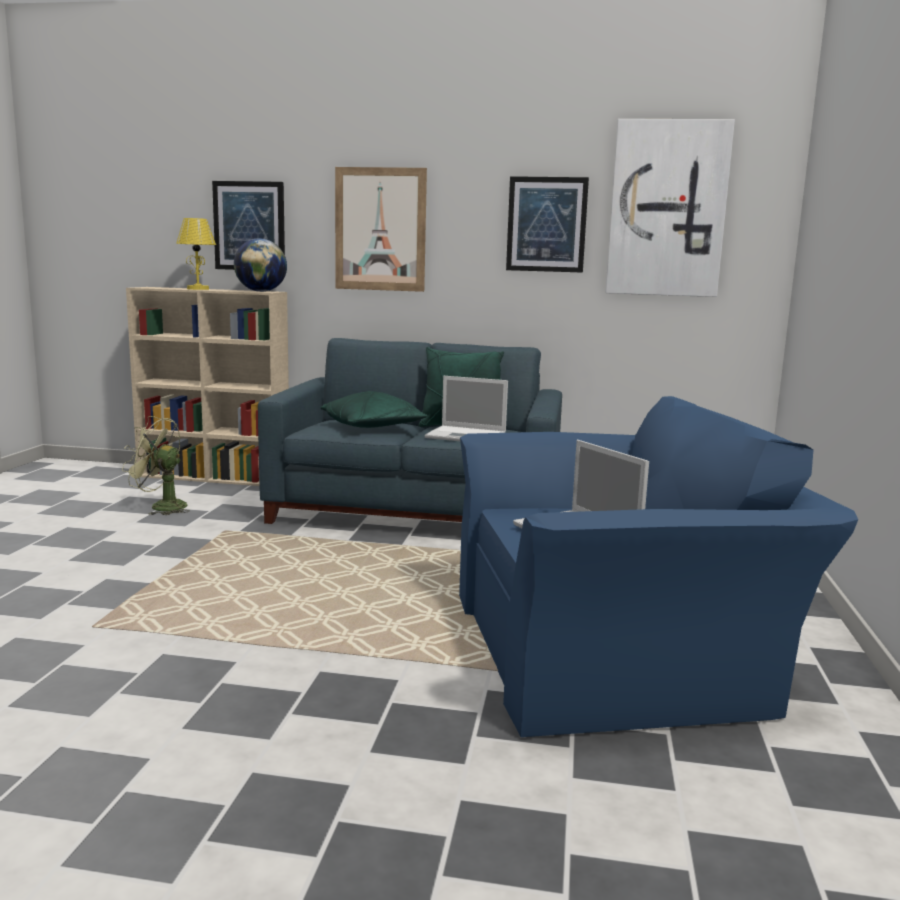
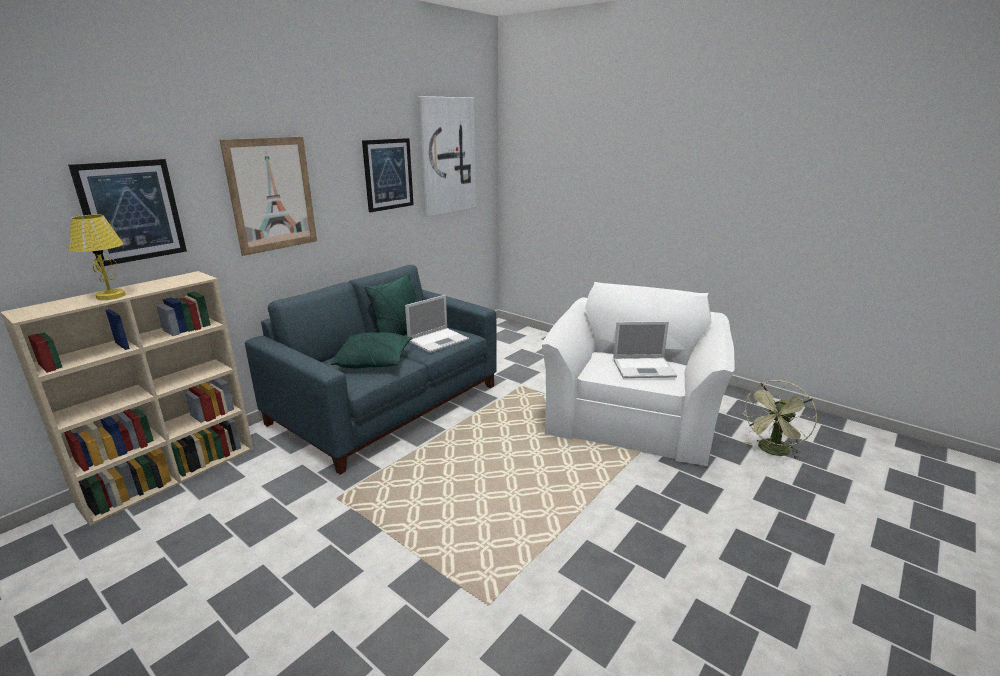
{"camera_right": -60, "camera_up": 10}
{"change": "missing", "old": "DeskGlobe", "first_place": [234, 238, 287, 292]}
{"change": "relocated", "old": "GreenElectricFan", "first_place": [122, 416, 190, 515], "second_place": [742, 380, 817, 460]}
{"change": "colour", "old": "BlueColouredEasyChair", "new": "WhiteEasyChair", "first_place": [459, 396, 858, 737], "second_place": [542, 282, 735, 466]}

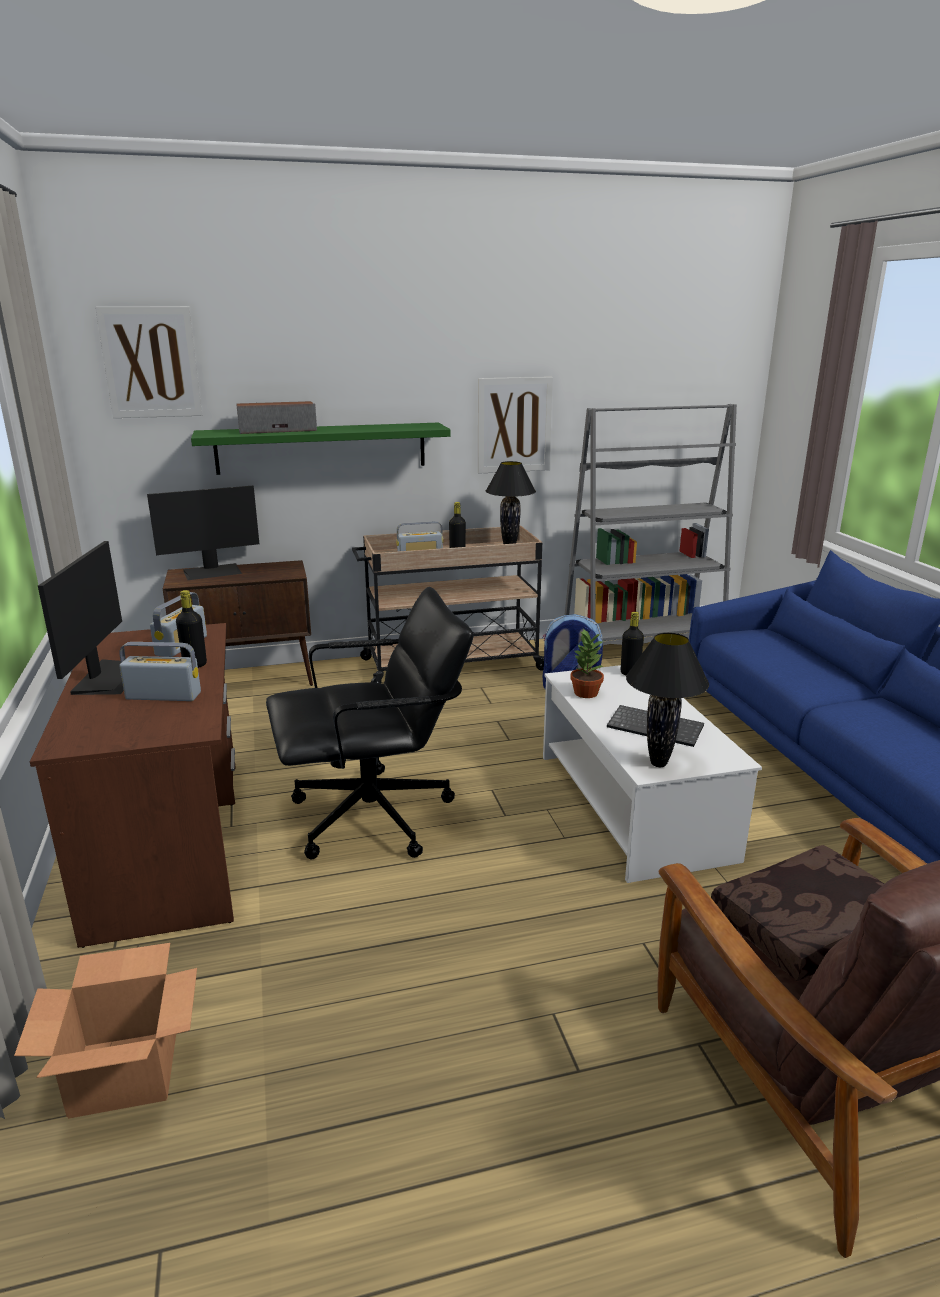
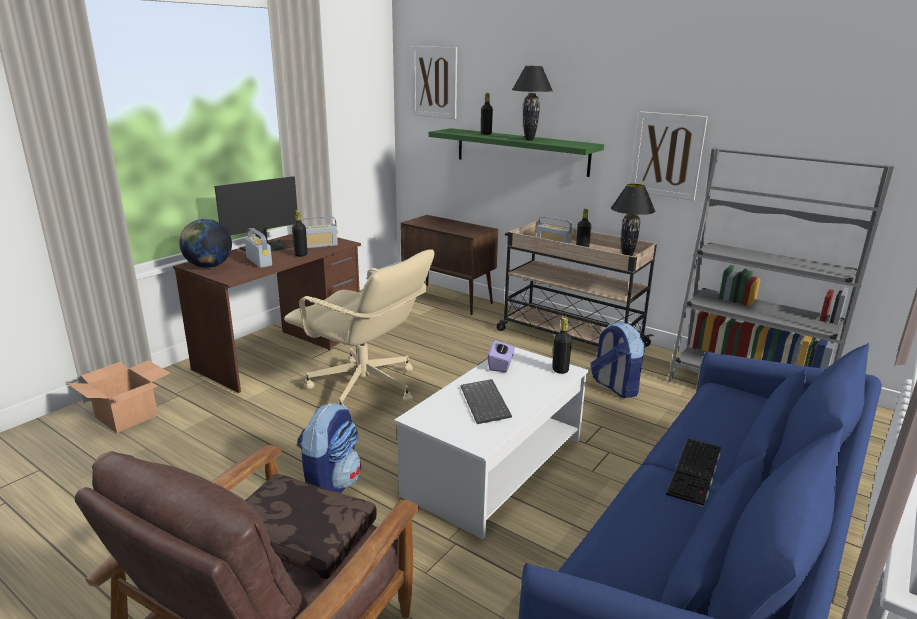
{"camera_right": 50, "camera_up": 0}
{"change": "missing", "old": "Monitor", "first_place": [147, 486, 259, 580]}
{"change": "appeared", "new": "DeskGlobe", "second_place": [179, 219, 232, 268]}
{"change": "appeared", "new": "Backpack", "second_place": [297, 403, 361, 493]}
{"change": "appeared", "new": "PcKeyboard", "second_place": [666, 439, 721, 507]}
{"change": "relocated", "old": "BlackishLampForATable", "first_place": [626, 633, 709, 767], "second_place": [512, 66, 553, 140]}
{"change": "exchanged", "old": "Speaker", "new": "BlackishBeverageBottle", "first_place": [236, 401, 317, 434], "second_place": [481, 93, 493, 135]}
{"change": "exchanged", "old": "PottedPlant", "new": "PurplishTissueBox", "first_place": [570, 628, 604, 698], "second_place": [488, 340, 515, 372]}
{"change": "colour", "old": "BlackishDeskChair", "new": "SandColouredDeskChair", "first_place": [266, 587, 473, 859], "second_place": [284, 250, 434, 408]}

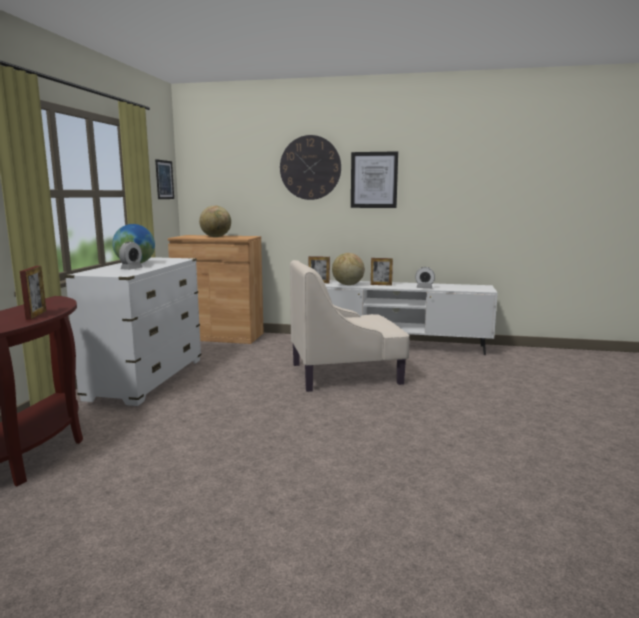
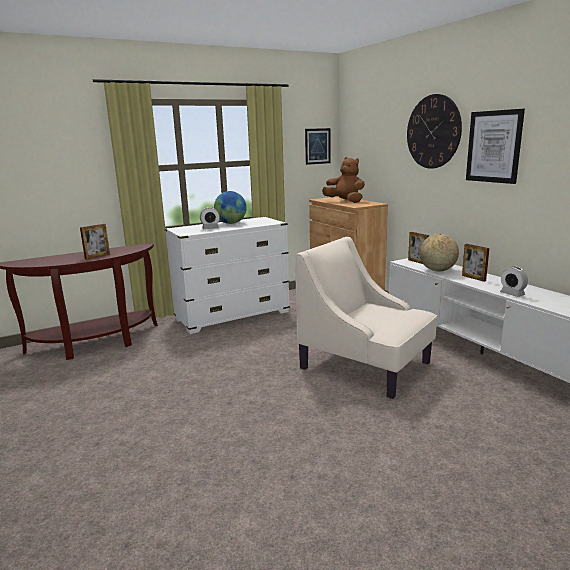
{"camera_right": 50, "camera_up": 5}
{"change": "exchanged", "old": "DeskGlobe", "new": "BrownishSoftToy", "first_place": [199, 206, 231, 237], "second_place": [322, 157, 365, 203]}

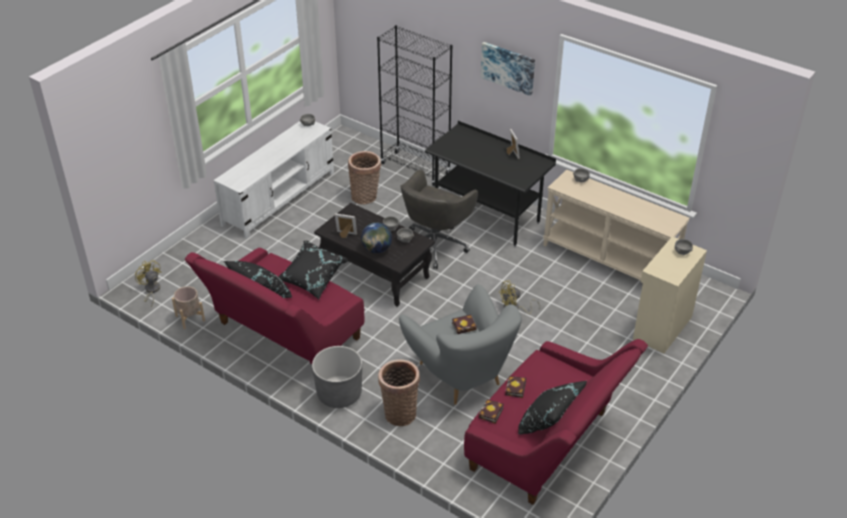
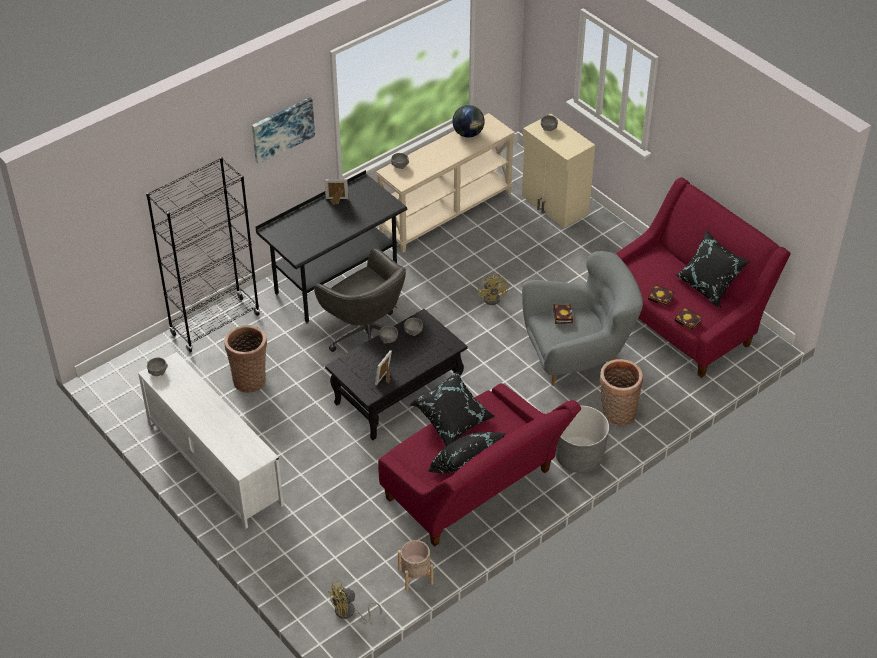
{"camera_right": -75, "camera_up": 5}
{"change": "relocated", "old": "DeskGlobe", "first_place": [361, 222, 392, 253], "second_place": [452, 105, 485, 138]}

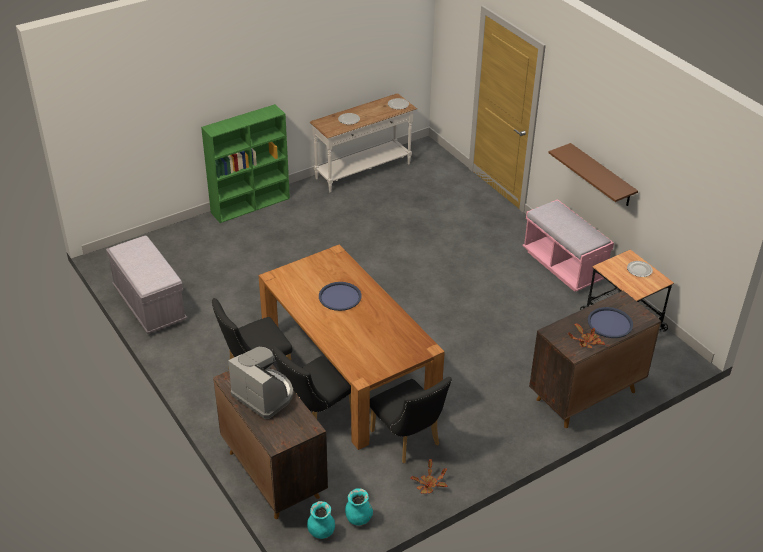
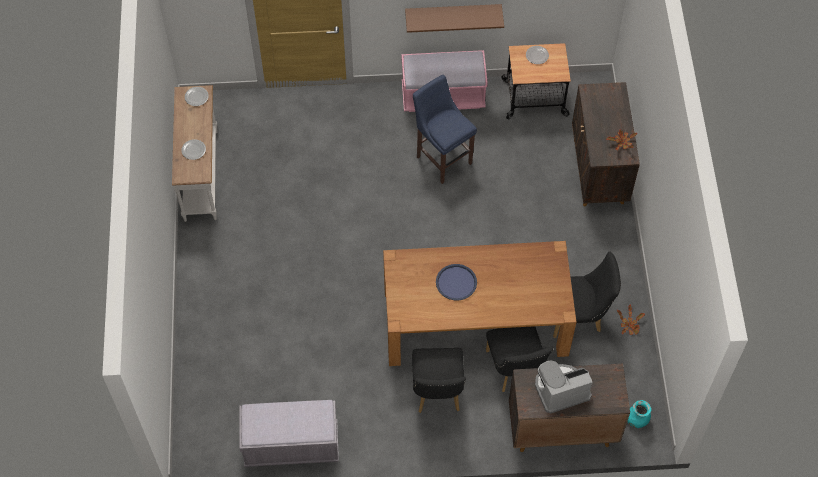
{"camera_right": -60, "camera_up": 20}
{"change": "missing", "old": "GreenShelvingUnit", "first_place": [201, 104, 290, 223]}
{"change": "missing", "old": "TurquoiseDecorativeVase", "first_place": [345, 488, 373, 525]}
{"change": "missing", "old": "BlueColouredTray", "first_place": [588, 307, 633, 338]}
{"change": "appeared", "new": "BlueColouredStool", "second_place": [413, 75, 477, 184]}

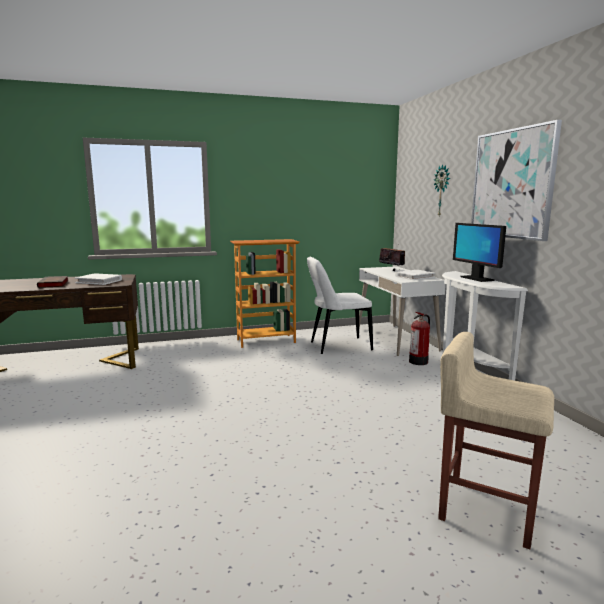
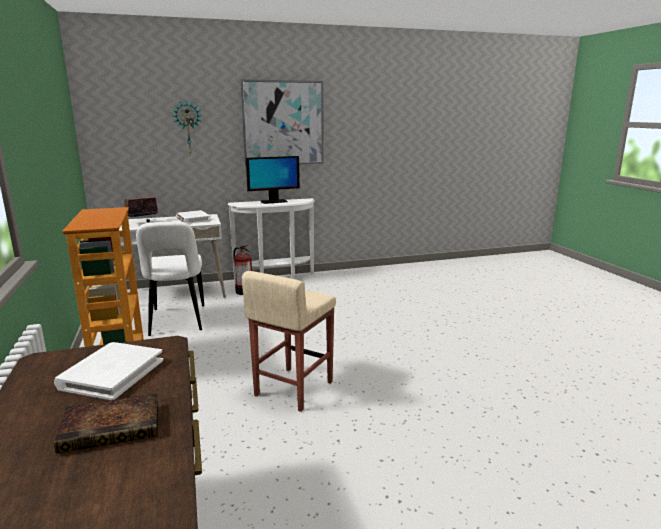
{"camera_right": -90, "camera_up": 5}
{"change": "relocated", "old": "SandColouredStool", "first_place": [438, 332, 554, 549], "second_place": [242, 271, 336, 412]}

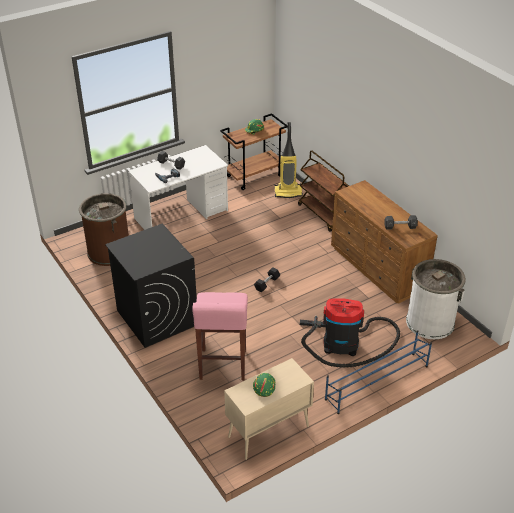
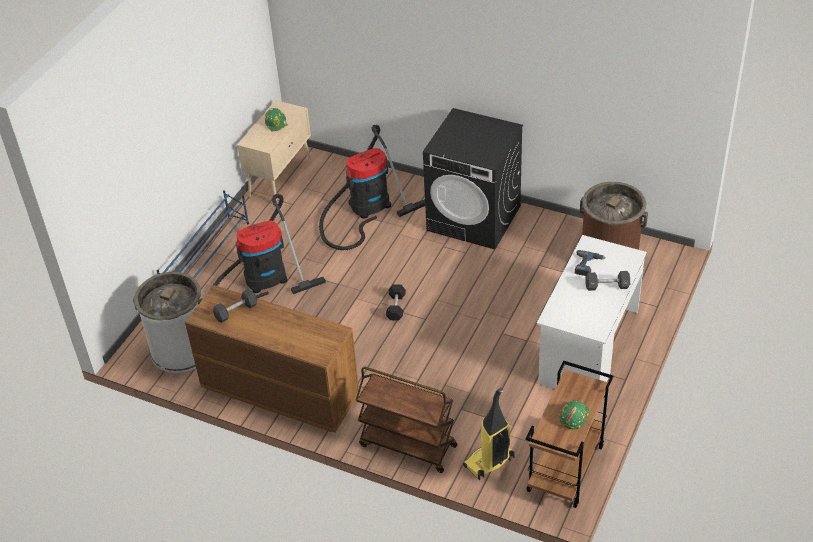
{"camera_right": 150, "camera_up": 5}
{"change": "exchanged", "old": "PinkColouredStool", "new": "VacuumCleaner", "first_place": [192, 292, 248, 380], "second_place": [319, 125, 425, 250]}

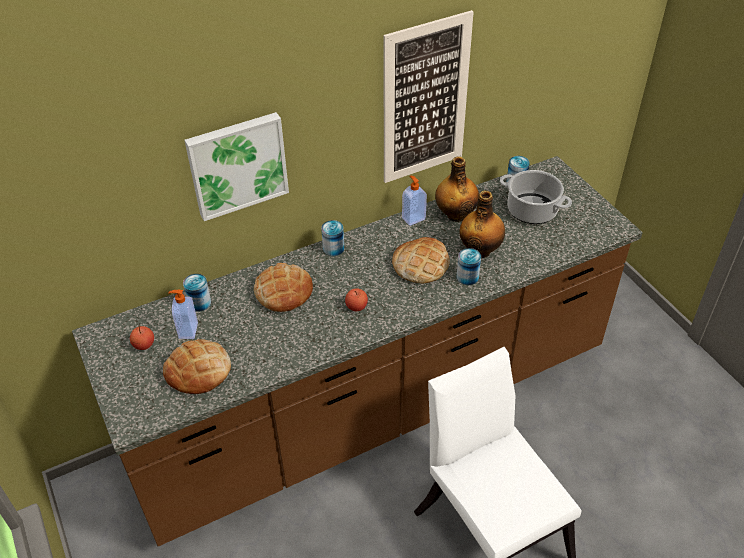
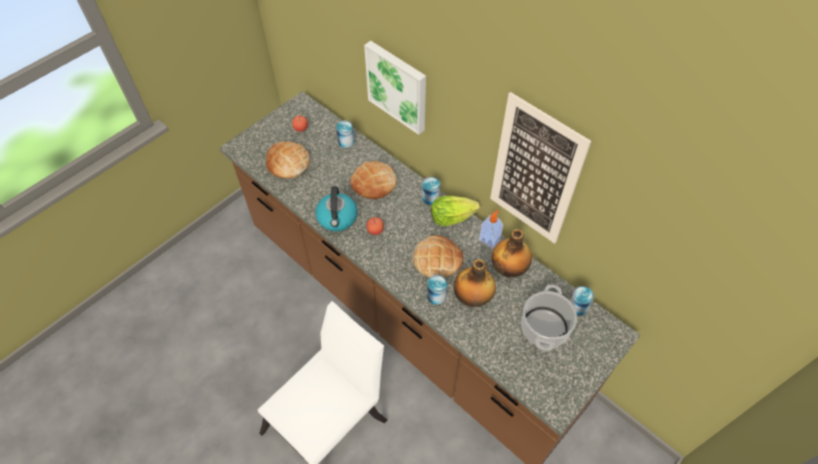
{"camera_right": 70, "camera_up": 10}
{"change": "missing", "old": "SoapBottle", "first_place": [168, 290, 198, 339]}
{"change": "appeared", "new": "TeaKettle", "second_place": [315, 186, 358, 231]}
{"change": "appeared", "new": "LettuceHead", "second_place": [431, 196, 480, 226]}

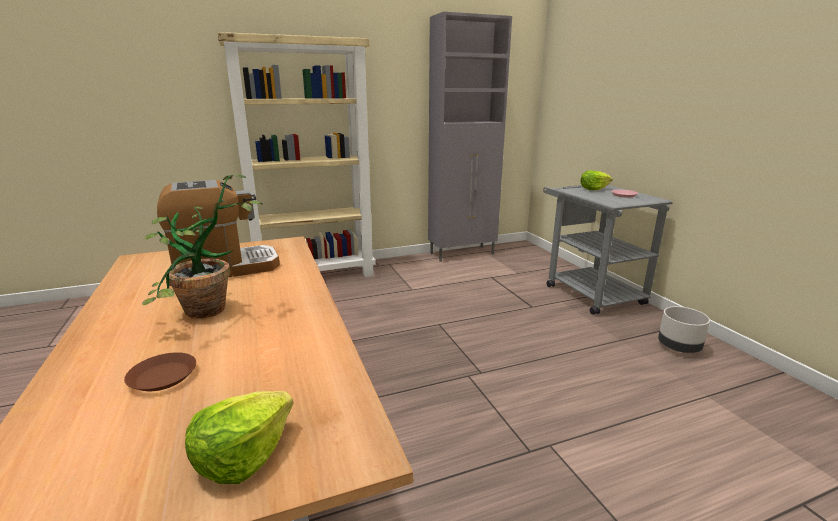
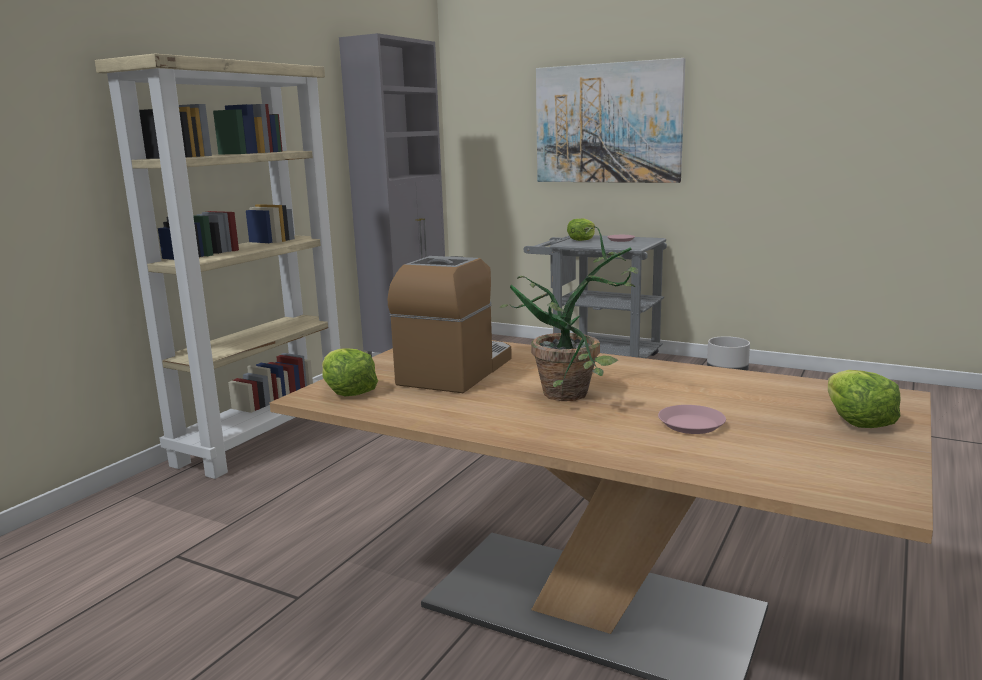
{"camera_right": -40, "camera_up": -5}
{"change": "appeared", "new": "LettuceHead", "second_place": [322, 348, 378, 396]}
{"change": "appeared", "new": "Picture", "second_place": [536, 58, 685, 183]}
{"change": "colour", "old": "BrownishDinnerPlate", "new": "PinkColouredDinnerPlate", "first_place": [124, 352, 196, 391], "second_place": [658, 405, 726, 434]}

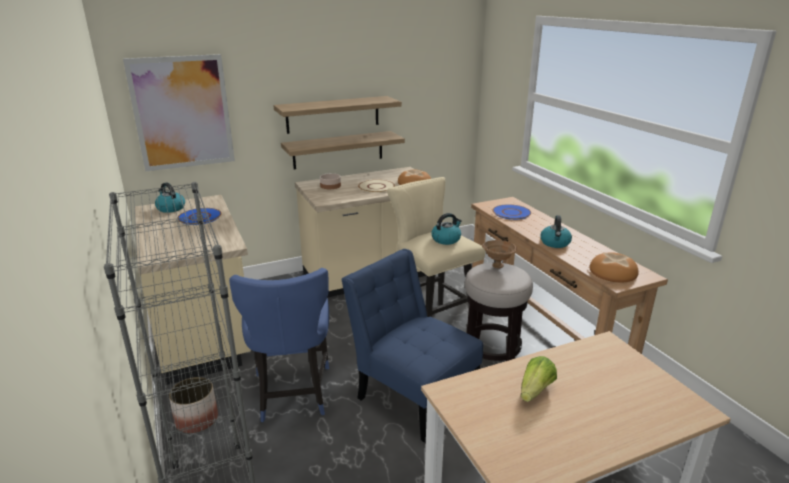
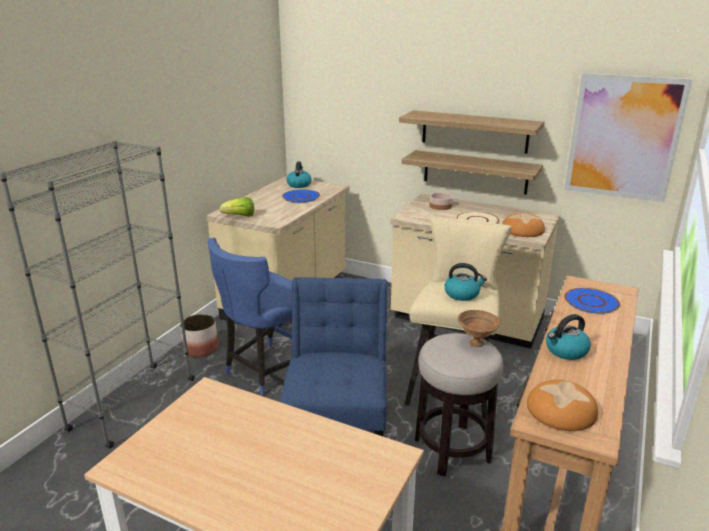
{"camera_right": 50, "camera_up": 0}
{"change": "relocated", "old": "Picture", "first_place": [123, 54, 235, 171], "second_place": [564, 73, 692, 202]}
{"change": "relocated", "old": "LettuceHead", "first_place": [521, 356, 557, 402], "second_place": [220, 197, 254, 217]}

